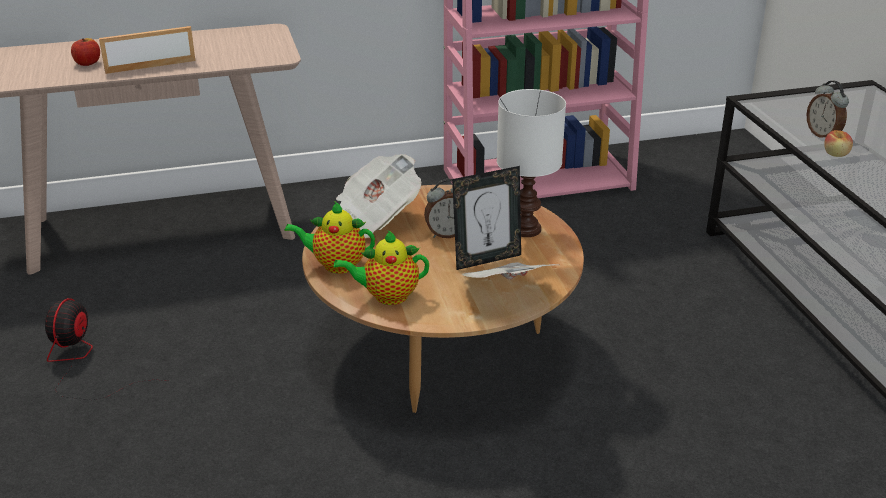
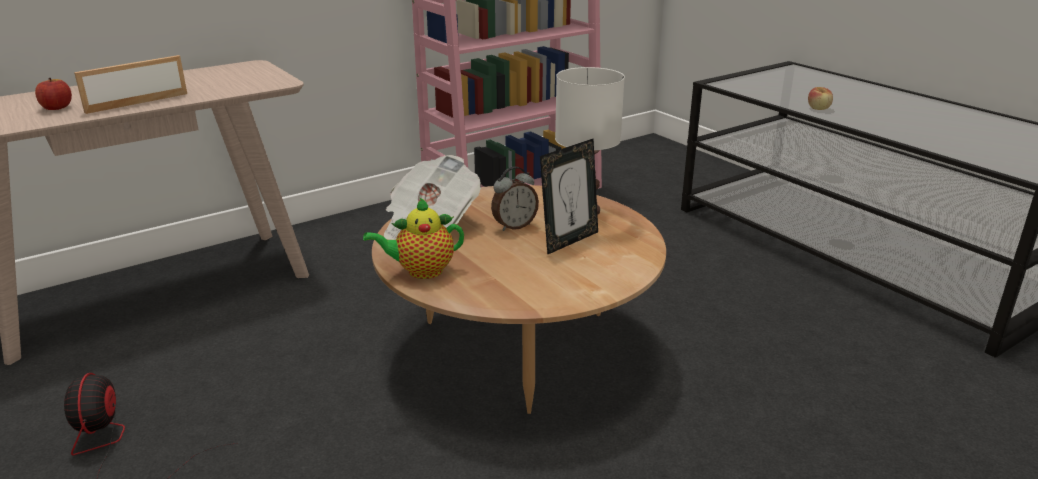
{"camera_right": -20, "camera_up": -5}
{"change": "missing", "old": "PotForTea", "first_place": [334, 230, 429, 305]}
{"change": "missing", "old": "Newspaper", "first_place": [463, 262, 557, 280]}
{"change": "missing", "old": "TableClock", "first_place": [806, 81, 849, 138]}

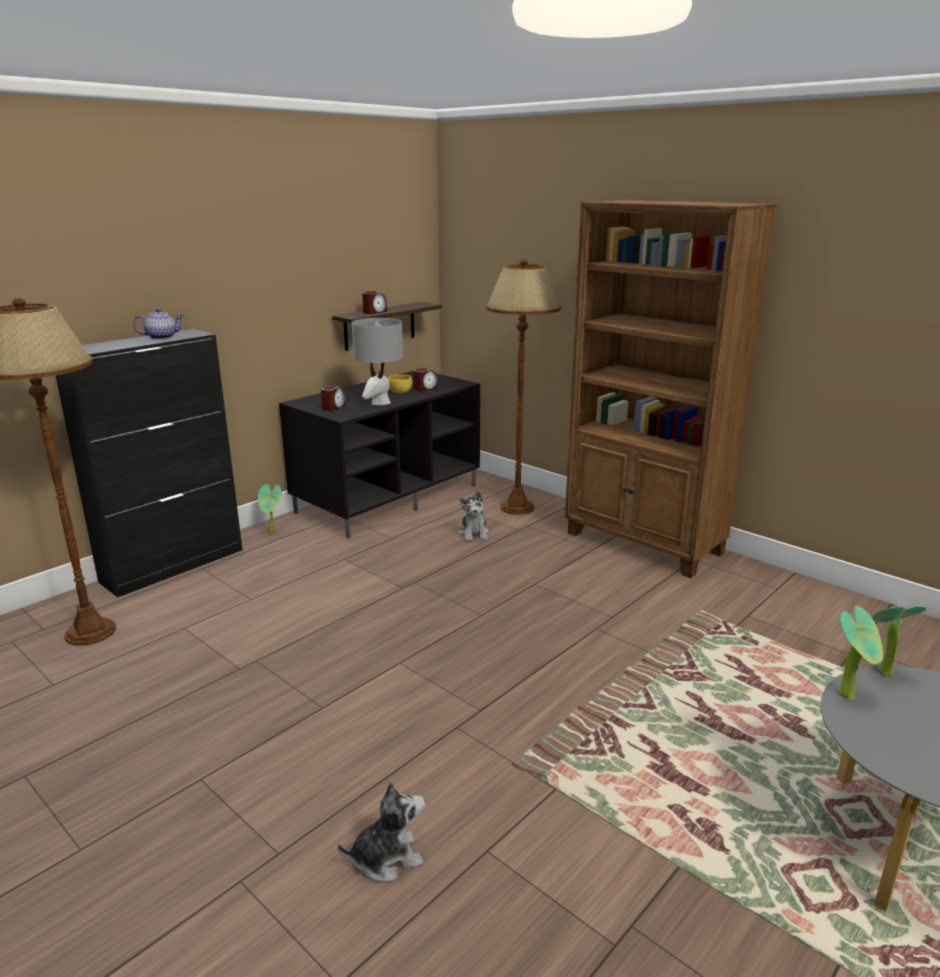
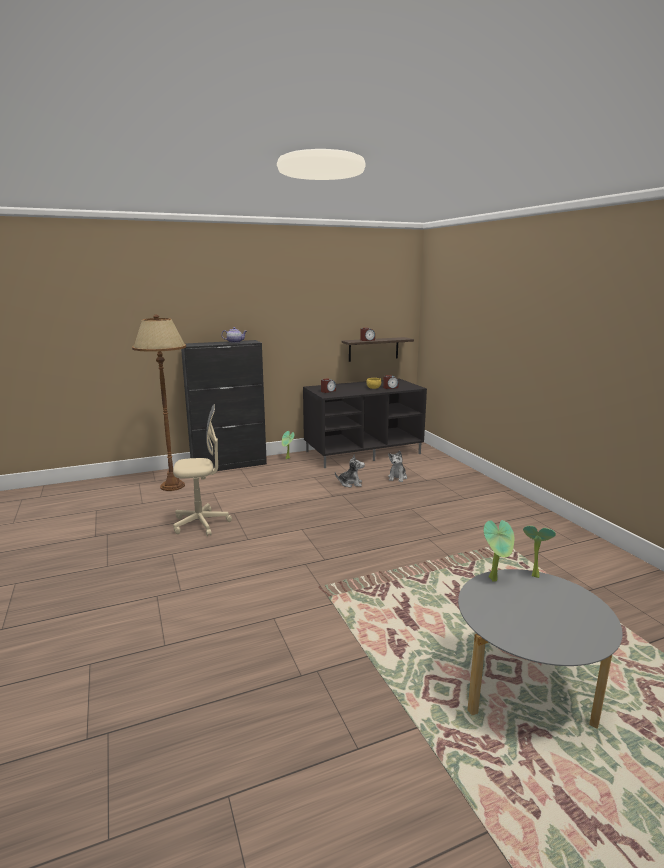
{"camera_right": 25, "camera_up": -5}
{"change": "missing", "old": "GrayLampForATable", "first_place": [352, 318, 403, 405]}
{"change": "missing", "old": "BrownishFloorLamp", "first_place": [486, 259, 561, 515]}
{"change": "missing", "old": "BrownishShelvingUnit", "first_place": [565, 200, 777, 578]}
{"change": "appeared", "new": "SandColouredDeskChair", "second_place": [173, 404, 232, 536]}
{"change": "relocated", "old": "SoftToy", "first_place": [338, 781, 425, 881], "second_place": [335, 454, 365, 488]}

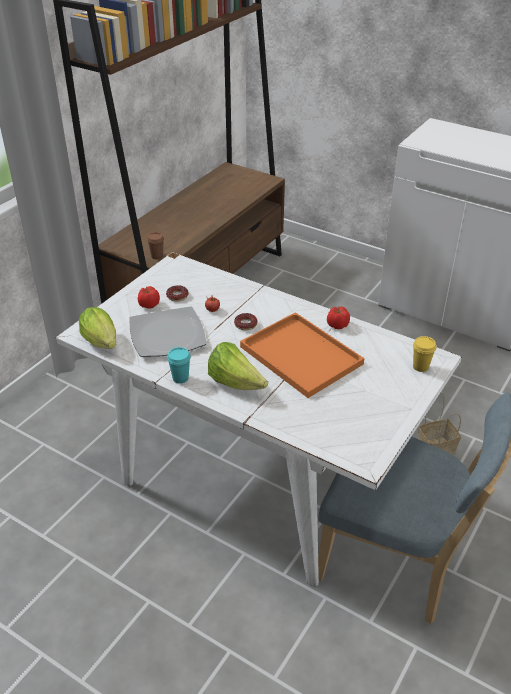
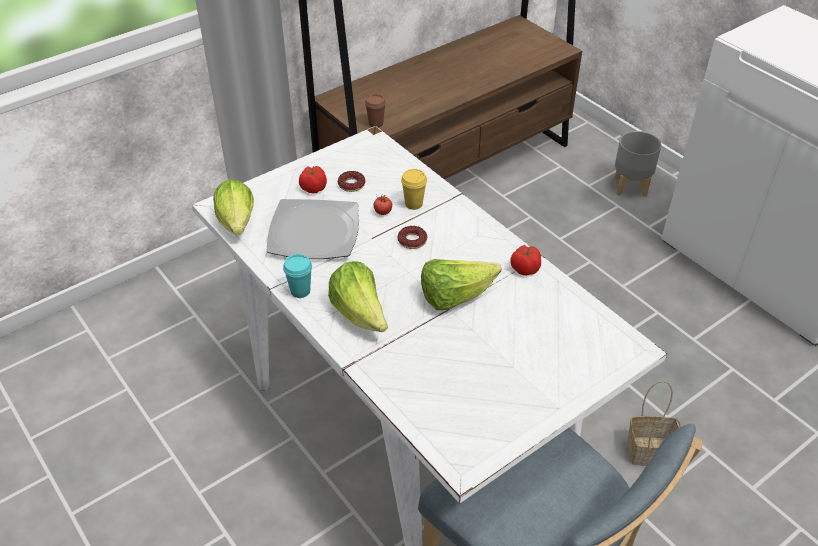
{"camera_right": 20, "camera_up": 5}
{"change": "appeared", "new": "GrayPlanter", "second_place": [615, 131, 661, 197]}
{"change": "relocated", "old": "YellowishDrinkingCup", "first_place": [413, 336, 436, 372], "second_place": [401, 169, 427, 210]}
{"change": "exchanged", "old": "OrangeColouredTray", "new": "LettuceHead", "first_place": [240, 312, 364, 398], "second_place": [421, 259, 501, 310]}

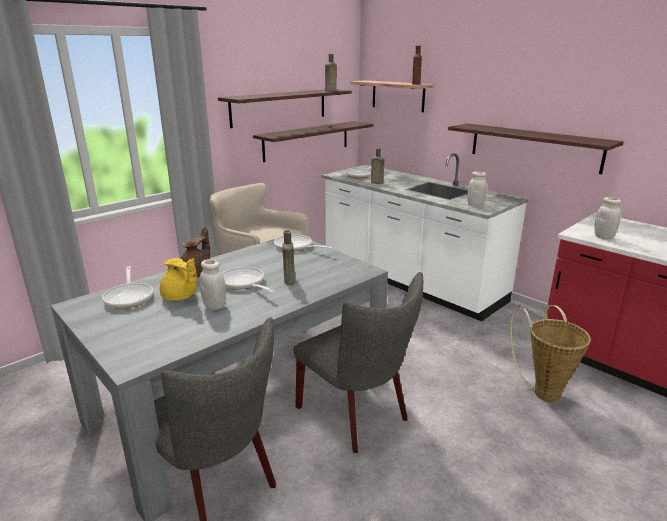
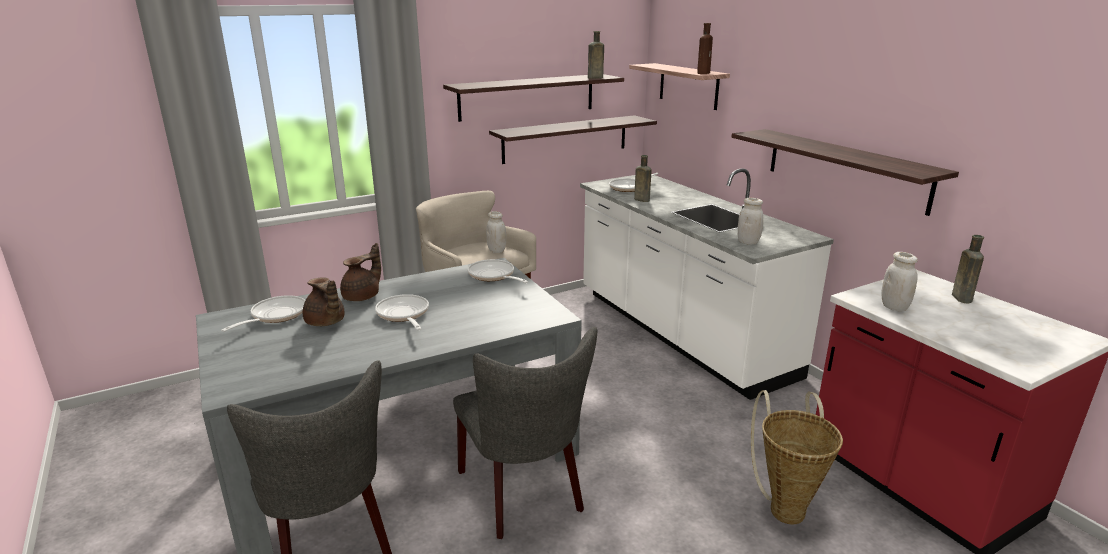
{"camera_right": 15, "camera_up": 0}
{"change": "relocated", "old": "WhiteJar", "first_place": [200, 259, 226, 310], "second_place": [486, 211, 506, 253]}
{"change": "relocated", "old": "BrownishBeverageBottle", "first_place": [282, 230, 295, 285], "second_place": [952, 235, 984, 303]}
{"change": "colour", "old": "YellowishPotForTea", "new": "BrownishPotForTea", "first_place": [160, 258, 197, 301], "second_place": [303, 278, 345, 326]}
{"change": "spun", "old": "FryingPan", "first_place": [102, 266, 153, 309], "second_place": [221, 295, 305, 332], "degrees": -150}

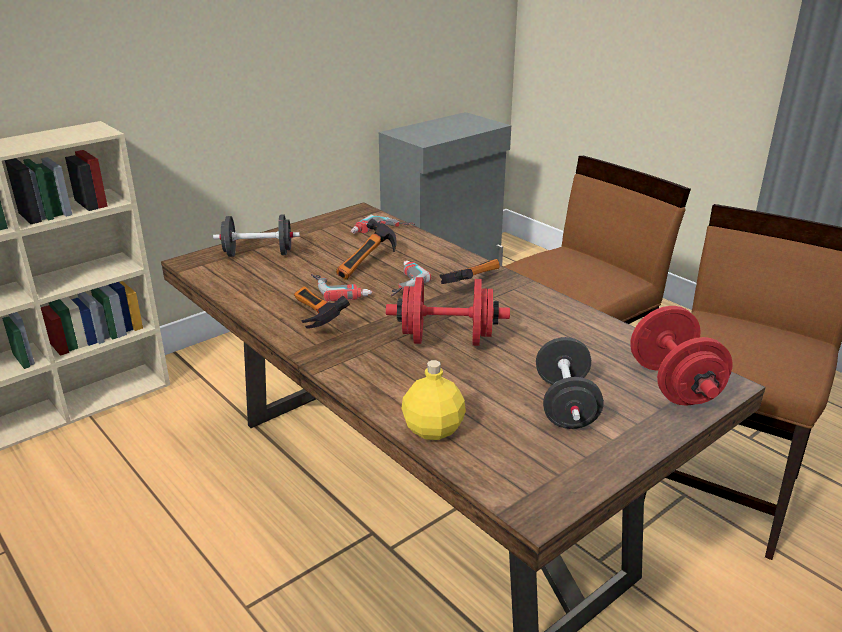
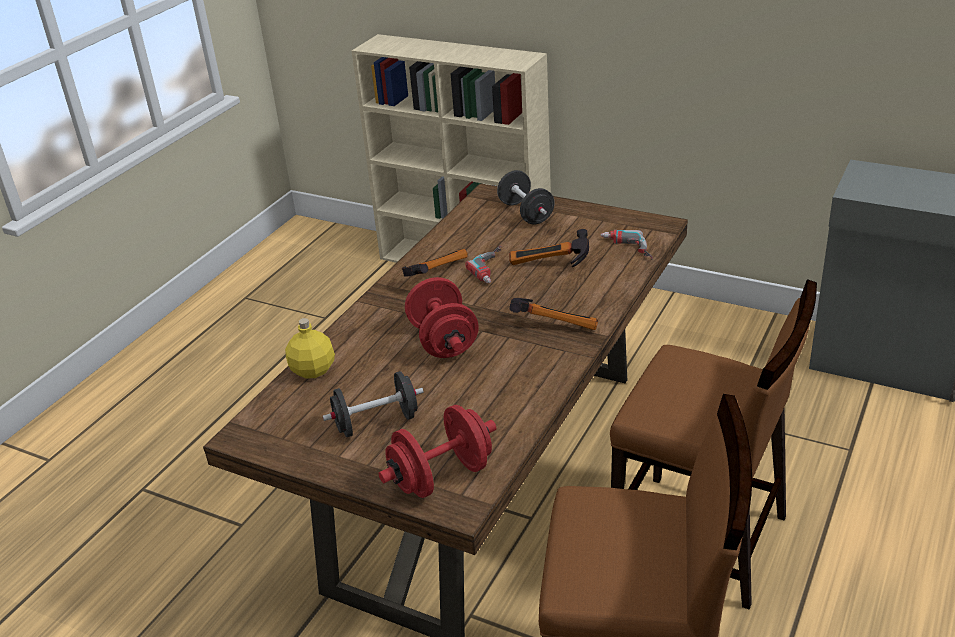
{"camera_right": 70, "camera_up": 5}
{"change": "missing", "old": "ElectricDrill", "first_place": [391, 261, 431, 296]}

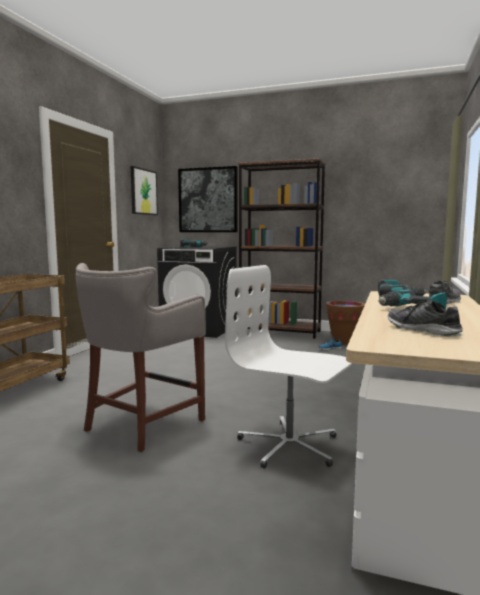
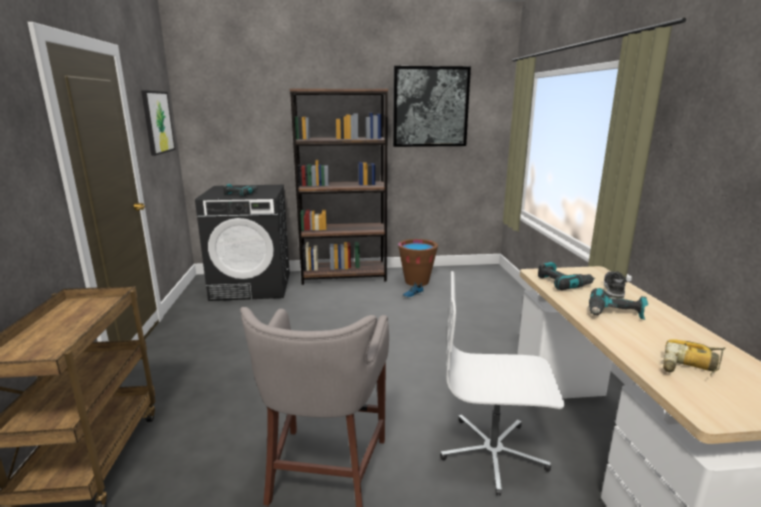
{"camera_right": -25, "camera_up": 10}
{"change": "relocated", "old": "Picture", "first_place": [178, 166, 238, 232], "second_place": [393, 66, 471, 147]}
{"change": "exchanged", "old": "Shoe", "new": "ElectricDrill", "first_place": [387, 300, 463, 337], "second_place": [663, 339, 725, 375]}

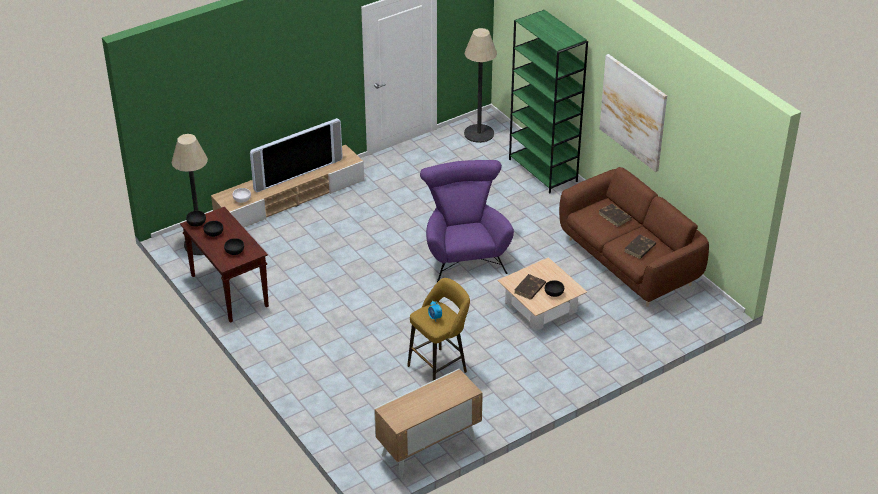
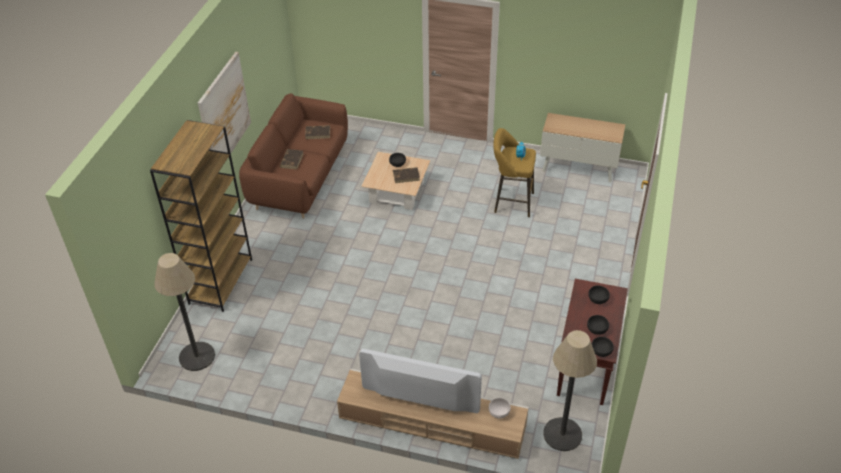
{"camera_right": -130, "camera_up": 5}
{"change": "missing", "old": "PurplishEasyChair", "first_place": [420, 160, 514, 282]}
{"change": "colour", "old": "GreenShelvingUnit", "new": "BrownishShelvingUnit", "first_place": [509, 10, 588, 193], "second_place": [150, 120, 252, 312]}

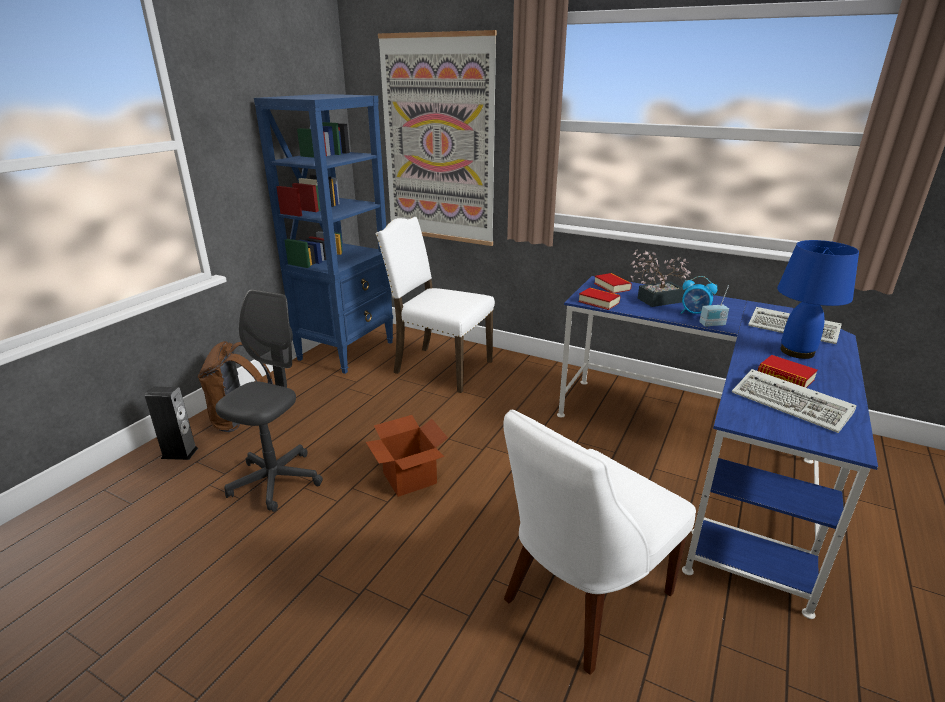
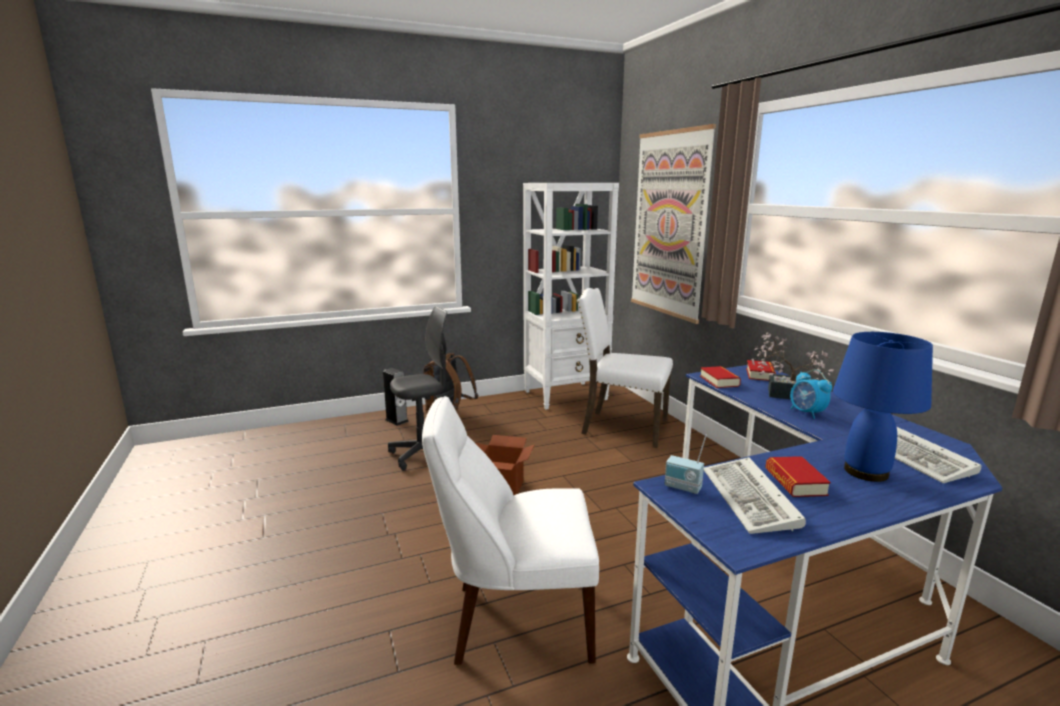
{"camera_right": 40, "camera_up": -10}
{"change": "relocated", "old": "Radio", "first_place": [699, 285, 729, 327], "second_place": [664, 434, 707, 494]}
{"change": "colour", "old": "BlueColouredShelvingUnit", "new": "WhiteShelvingUnit", "first_place": [254, 94, 393, 374], "second_place": [523, 183, 619, 409]}
{"change": "spun", "old": "WhiteChair", "first_place": [376, 217, 495, 393], "second_place": [577, 288, 673, 448], "degrees": -45}

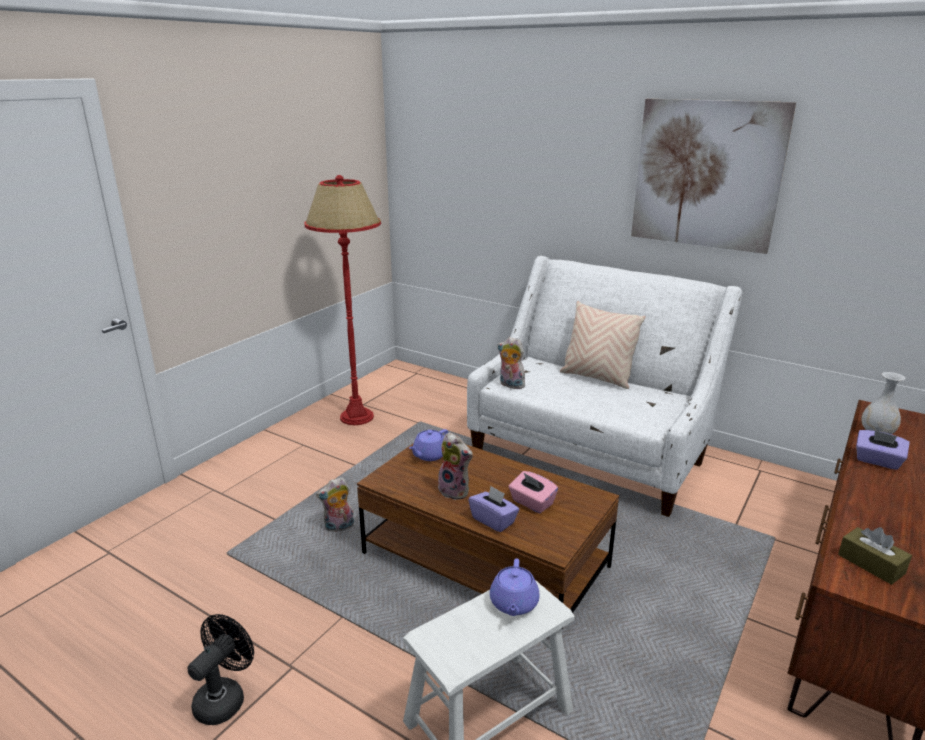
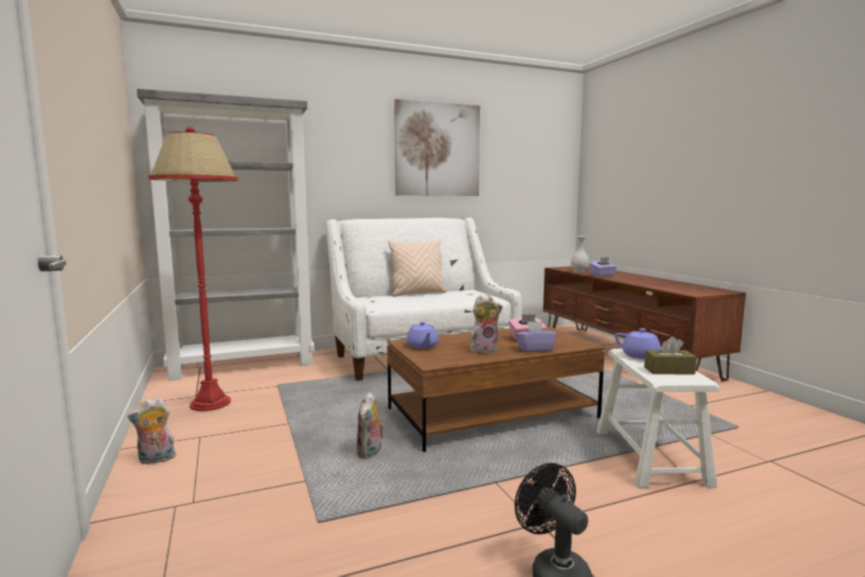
{"camera_right": -55, "camera_up": -15}
{"change": "appeared", "new": "GrayShelvingUnit", "second_place": [137, 89, 315, 381]}
{"change": "relocated", "old": "SoftToy", "first_place": [497, 337, 525, 389], "second_place": [128, 398, 177, 465]}
{"change": "relocated", "old": "BrownishTissueBox", "first_place": [838, 527, 912, 585], "second_place": [644, 336, 697, 374]}

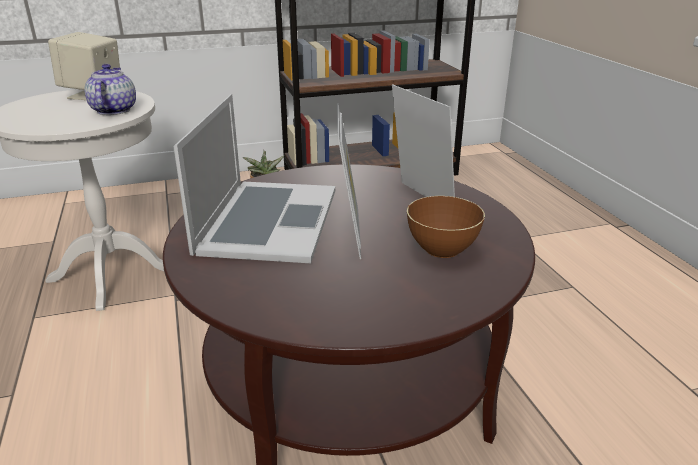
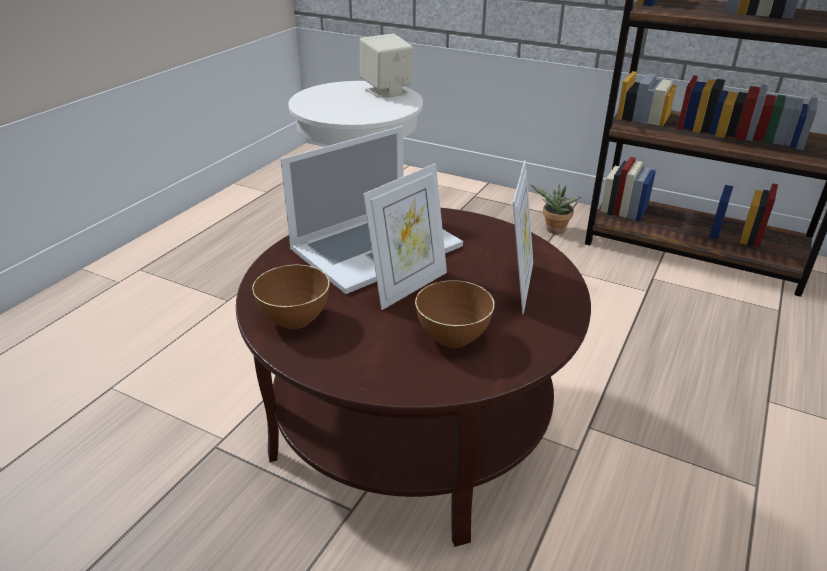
{"camera_right": 45, "camera_up": 5}
{"change": "missing", "old": "PotForTea", "first_place": [85, 64, 136, 115]}
{"change": "appeared", "new": "BrownishBowl", "second_place": [252, 265, 330, 329]}

